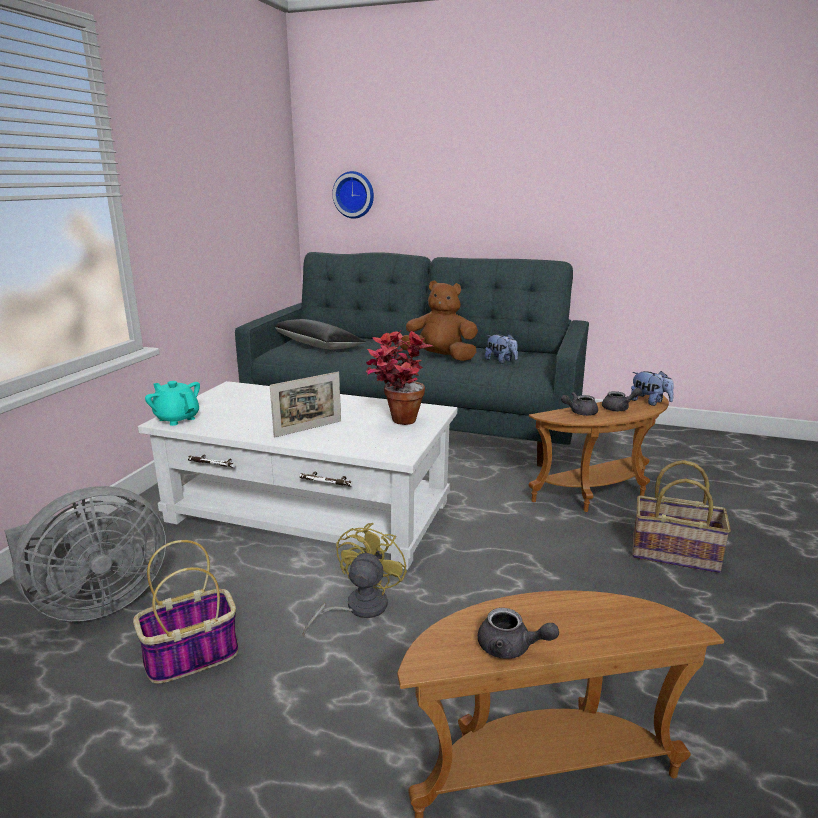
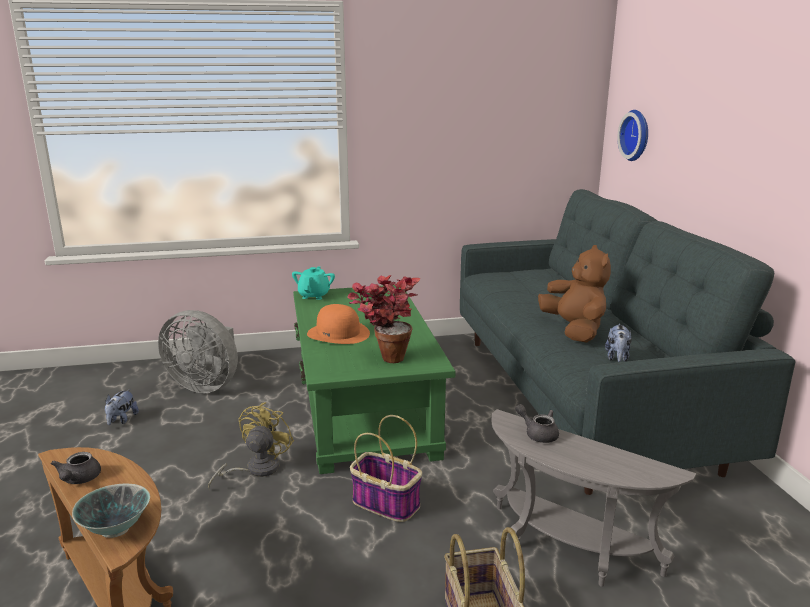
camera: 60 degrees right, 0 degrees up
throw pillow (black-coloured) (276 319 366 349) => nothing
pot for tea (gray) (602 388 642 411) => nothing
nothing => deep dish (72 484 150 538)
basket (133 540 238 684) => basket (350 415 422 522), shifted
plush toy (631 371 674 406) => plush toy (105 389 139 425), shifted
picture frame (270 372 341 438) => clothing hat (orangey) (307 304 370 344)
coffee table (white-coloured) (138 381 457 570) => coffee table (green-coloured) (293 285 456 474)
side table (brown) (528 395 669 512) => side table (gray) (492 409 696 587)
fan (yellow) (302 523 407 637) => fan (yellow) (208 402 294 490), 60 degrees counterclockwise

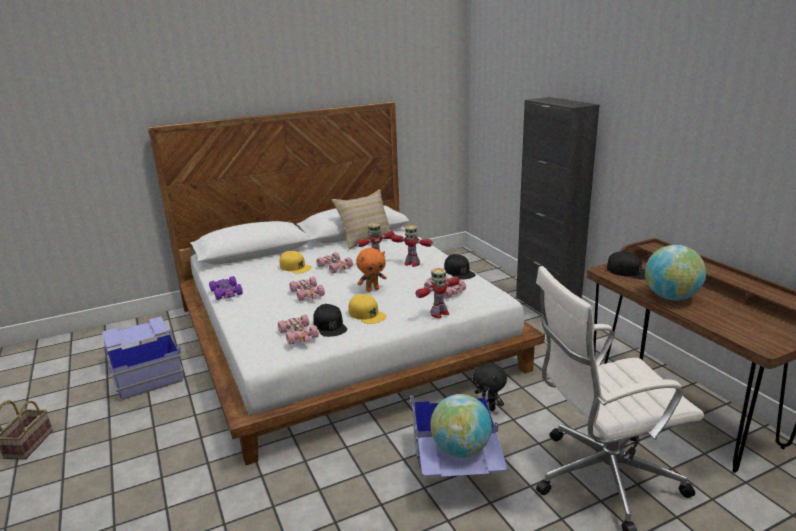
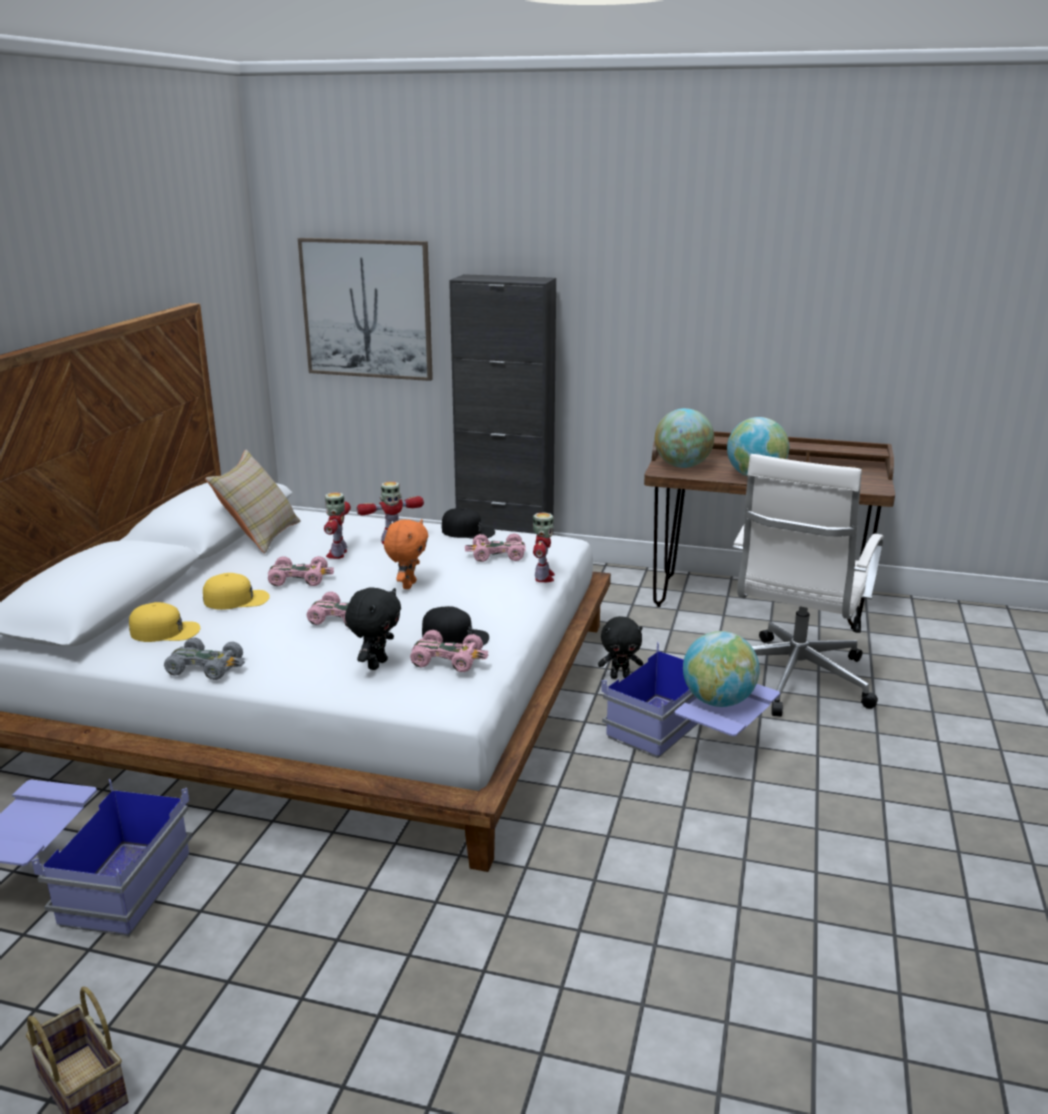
camera: 50 degrees left, 0 degrees up
nothing => picture (298 238 433 381)
nothing => plush toy (black-coloured) (345 587 401 670)
baseball cap (yellow) (349 294 387 324) => baseball cap (yellow) (129 602 200 642), shifted
baseball cap (black-coloured) (607 252 646 280) => world globe (655 408 714 468)
miniature car (purple) (209 276 243 300) => miniature car (gray) (164 637 245 680)

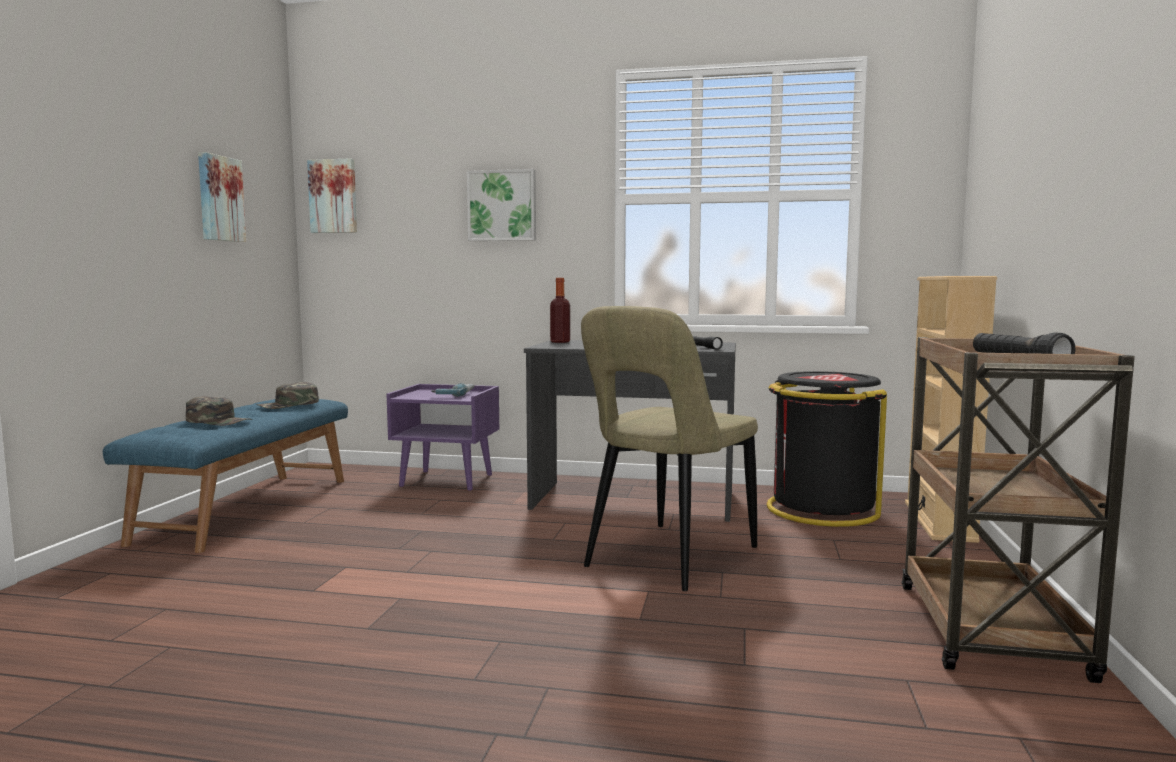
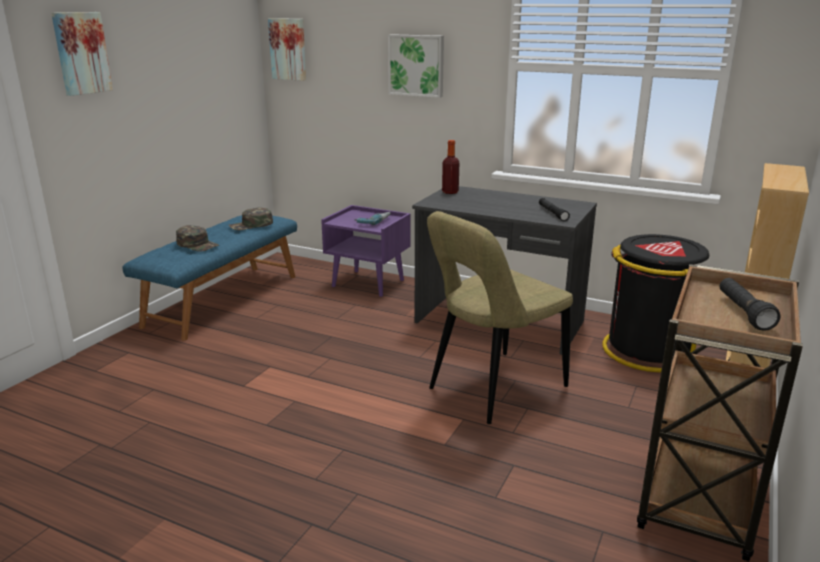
camera: 15 degrees right, 15 degrees up
picture (198 152 246 242) => picture (51 12 113 96), shifted

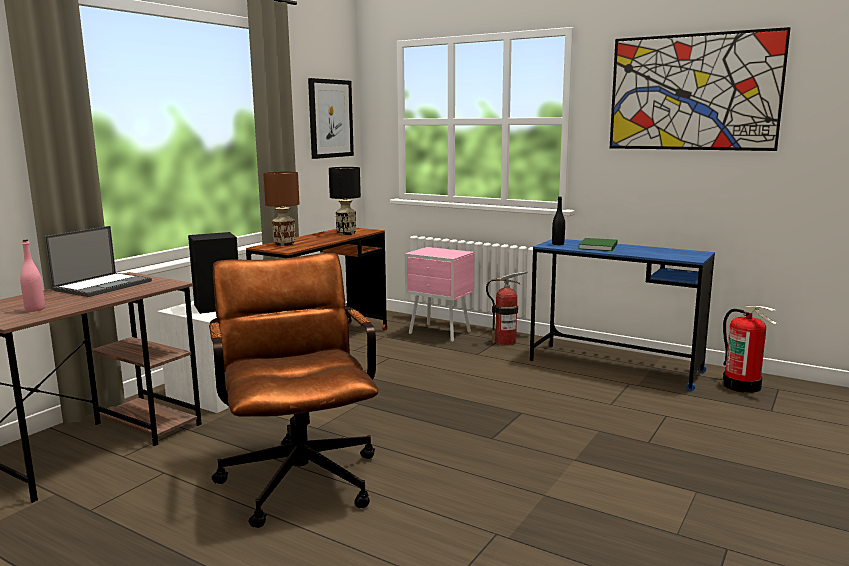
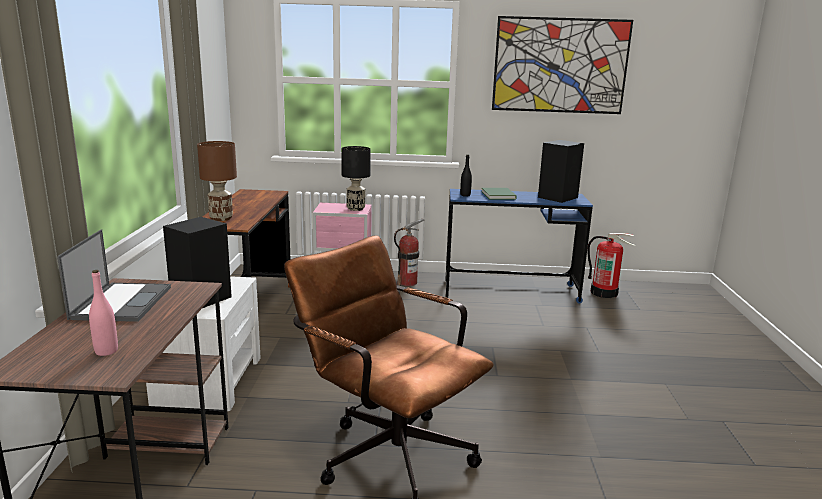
camera: 30 degrees left, 5 degrees up
picture (308 78 354 159) => nothing
nothing => loudspeaker (black-coloured) (538 140 584 203)
table lamp (black-coloured) (329 167 361 235) => table lamp (black-coloured) (341 146 371 211), shifted

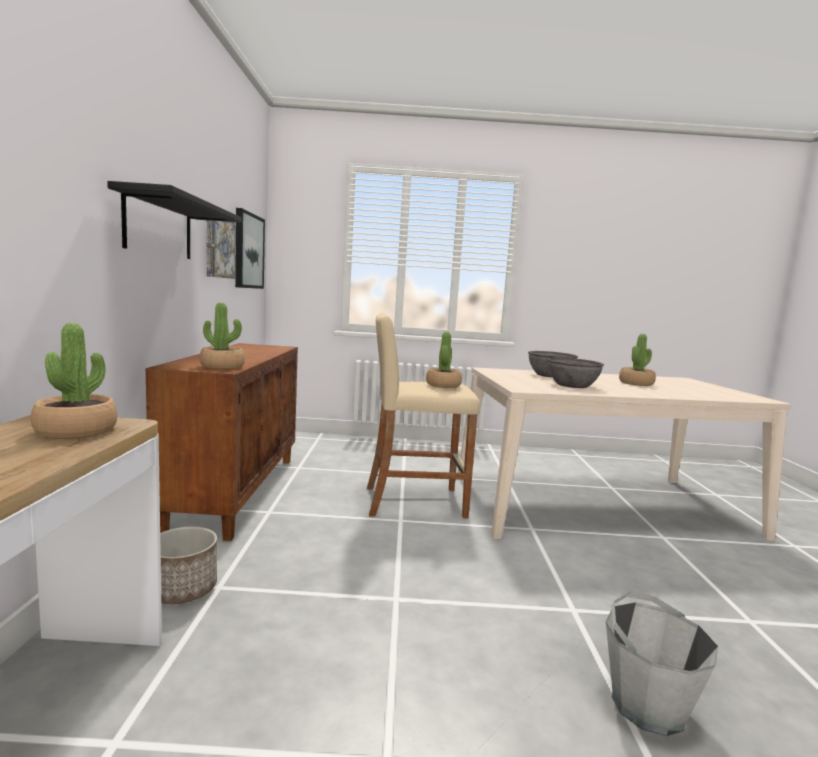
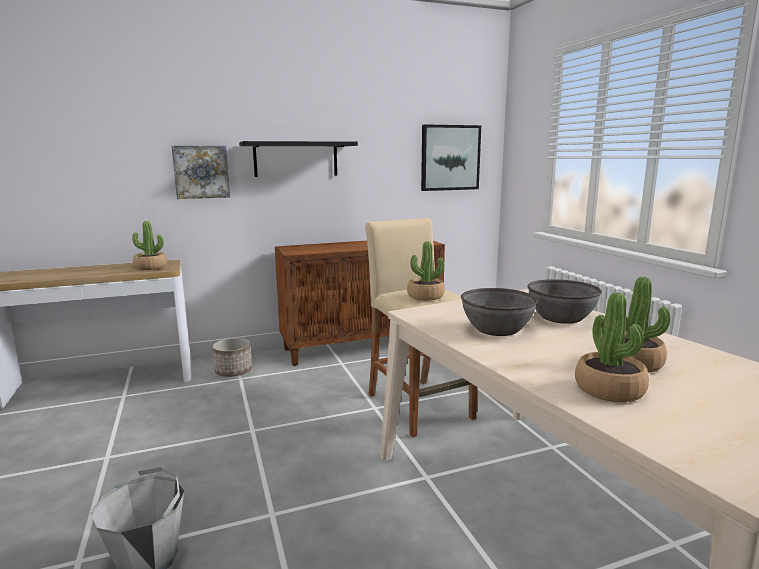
camera: 70 degrees right, 5 degrees up
plant in a pot (200 303 245 369) => plant in a pot (575 293 649 402), shifted
picture (206 220 236 279) => picture (172 146 230 199), shifted

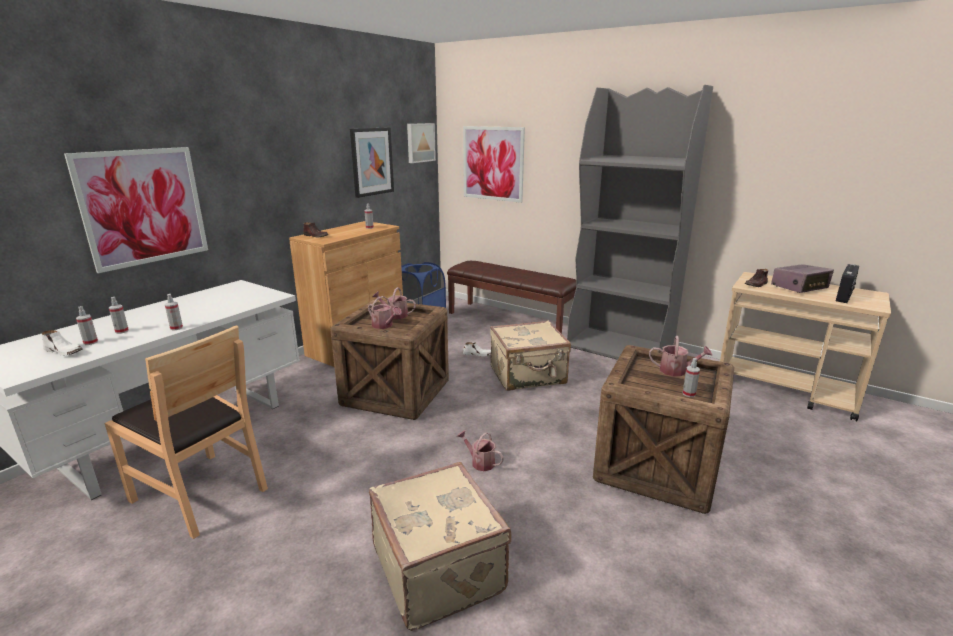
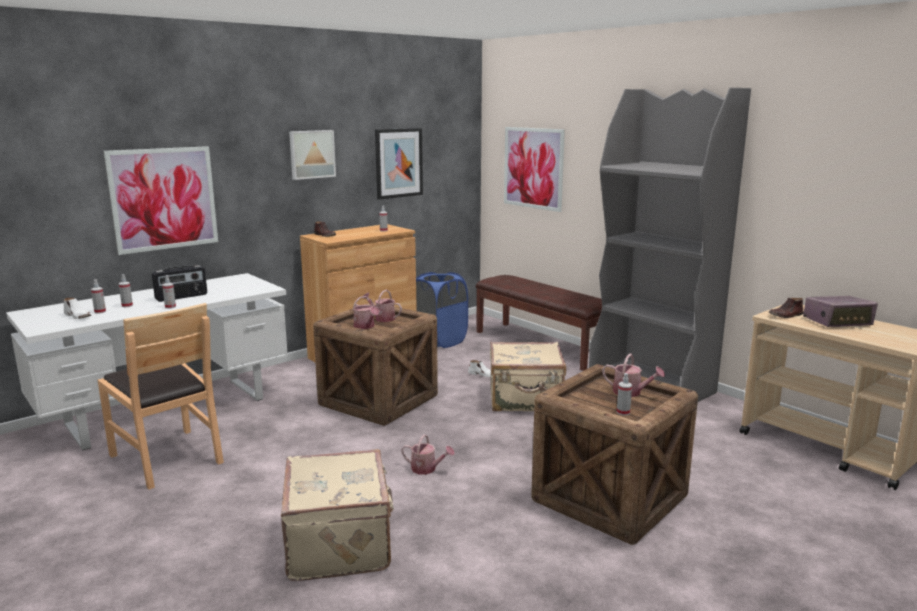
camera: 15 degrees right, 5 degrees down
picture (407 123 436 163) => picture (289 130 336 180), shifted
radio set (836 264 859 303) => radio set (152 265 207 302), shifted
watering pot (457 430 504 471) => watering pot (401 435 454 475), 150 degrees clockwise

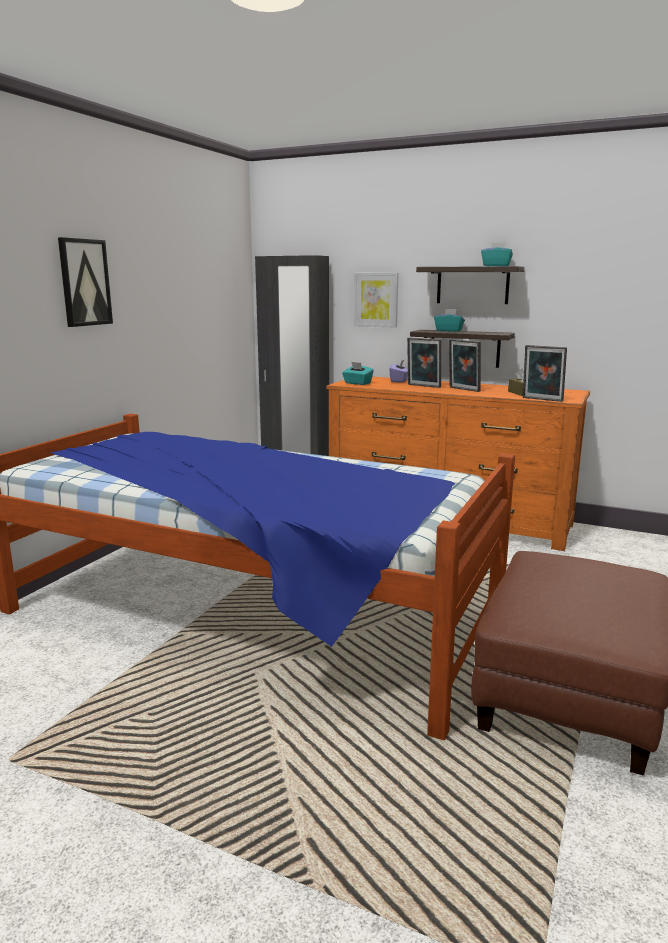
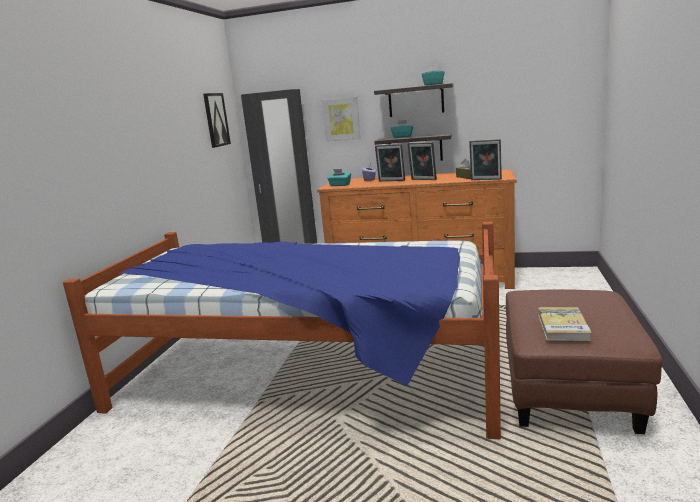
camera: 10 degrees left, 0 degrees up
nothing => bound book (538 307 592 341)
picture (58 237 113 327) => picture (203 93 231 148), shifted

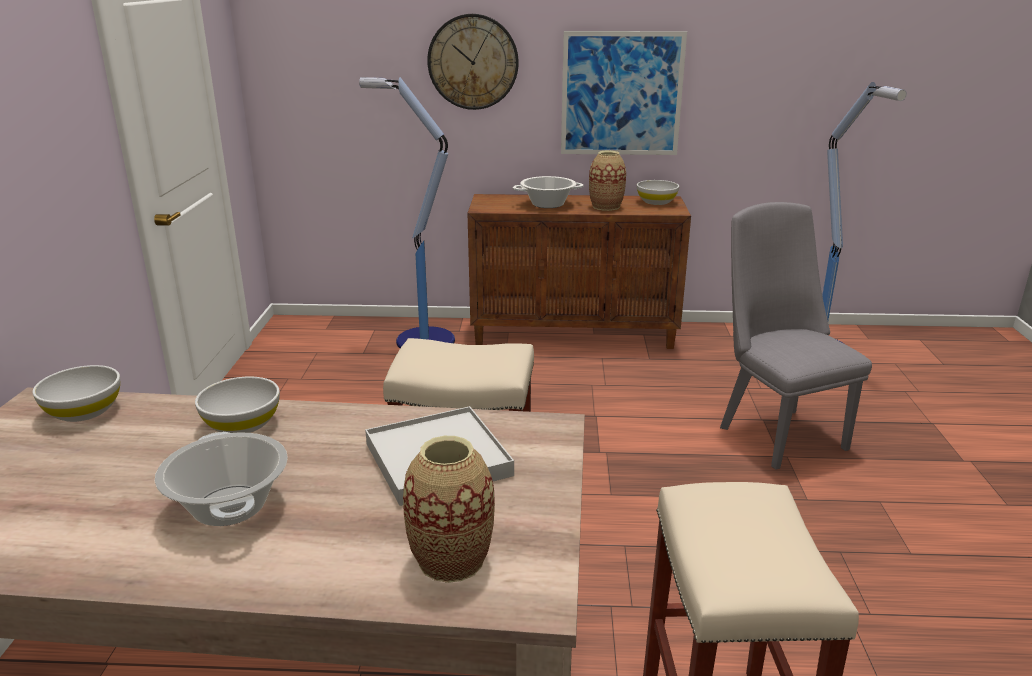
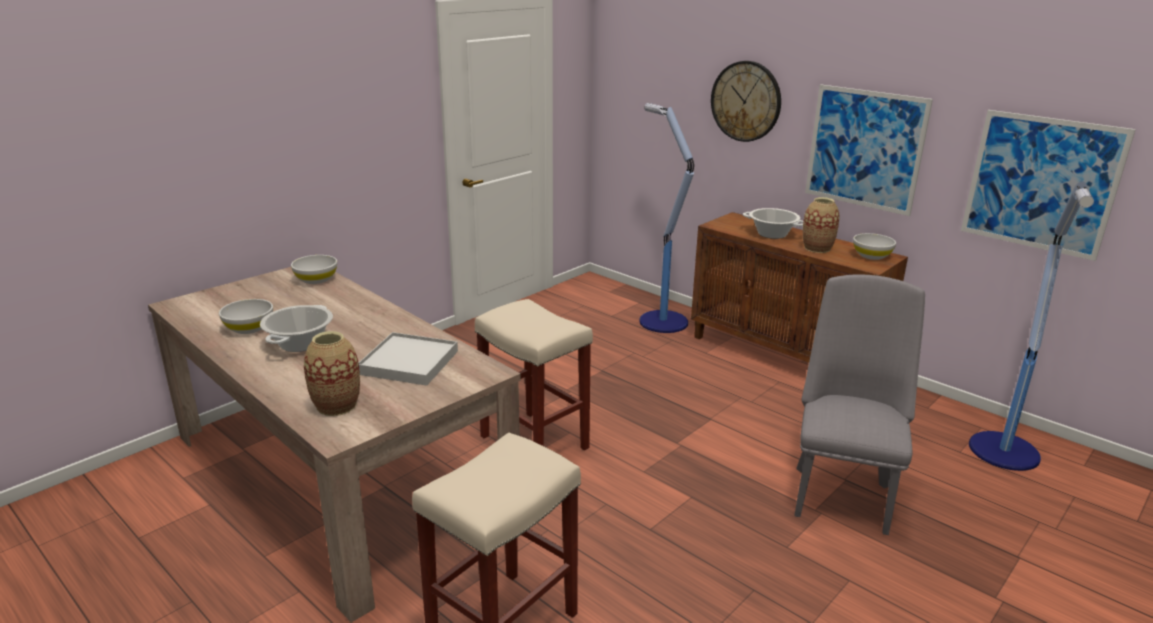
camera: 40 degrees right, 0 degrees up
nothing => picture (961 110 1136 261)
deep dish (white-coloured) (195 377 280 433) => deep dish (white-coloured) (219 299 273 334), shifted

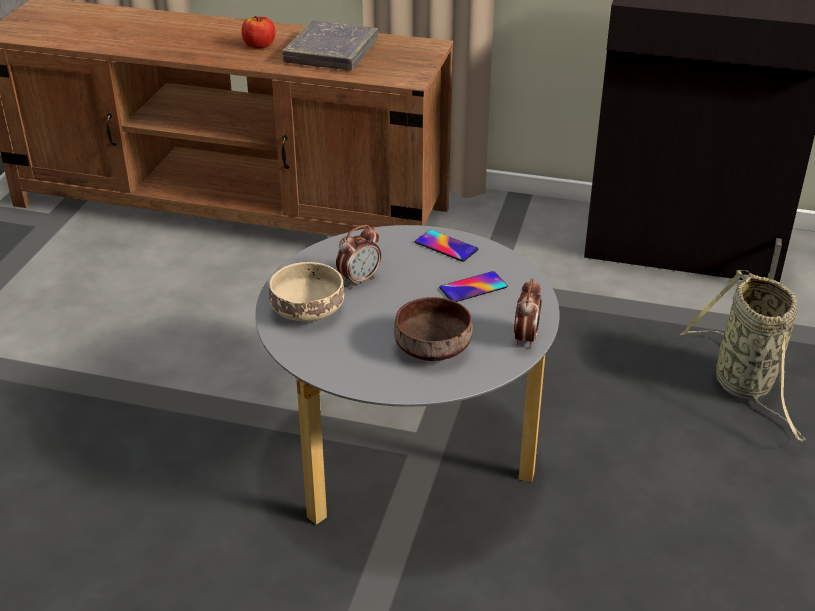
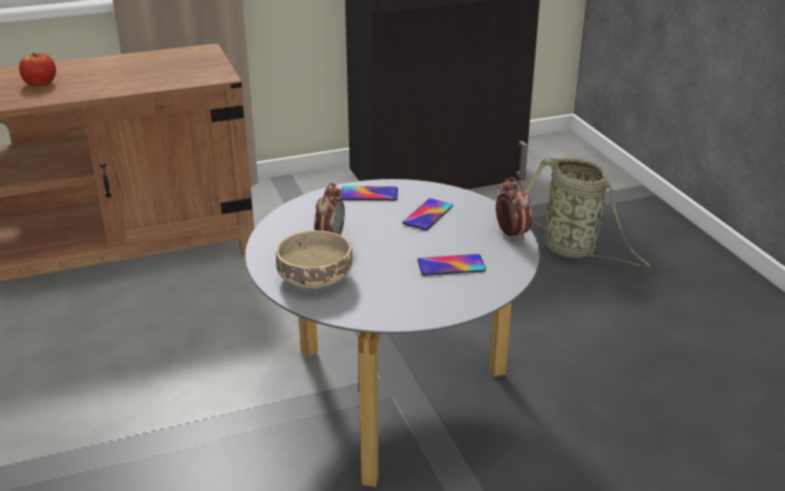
camera: 35 degrees left, 5 degrees down
bound book (gray) (282 21 378 70) => nothing
deep dish (brown) (394 297 473 361) => handset (417 254 486 276)

